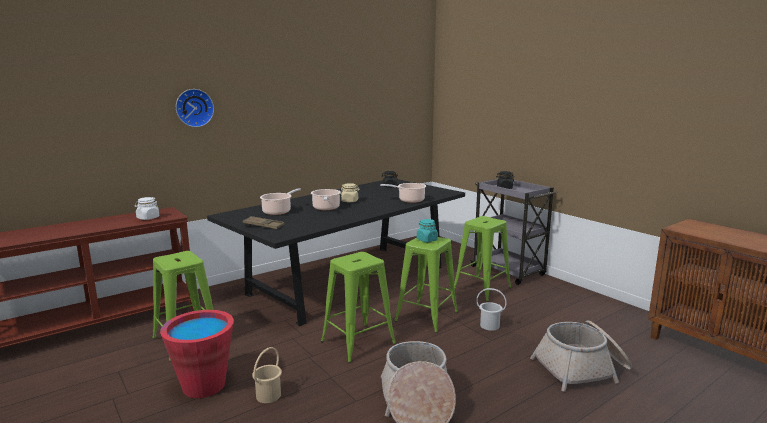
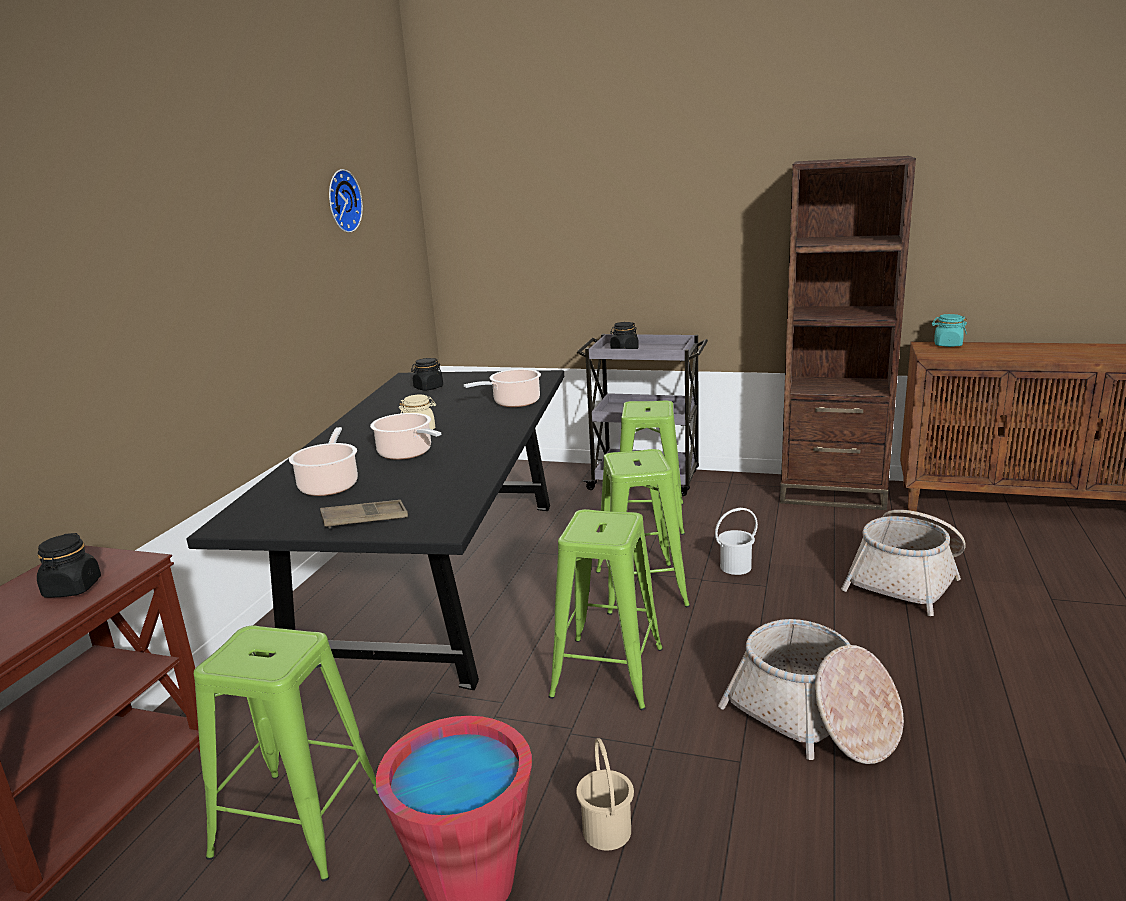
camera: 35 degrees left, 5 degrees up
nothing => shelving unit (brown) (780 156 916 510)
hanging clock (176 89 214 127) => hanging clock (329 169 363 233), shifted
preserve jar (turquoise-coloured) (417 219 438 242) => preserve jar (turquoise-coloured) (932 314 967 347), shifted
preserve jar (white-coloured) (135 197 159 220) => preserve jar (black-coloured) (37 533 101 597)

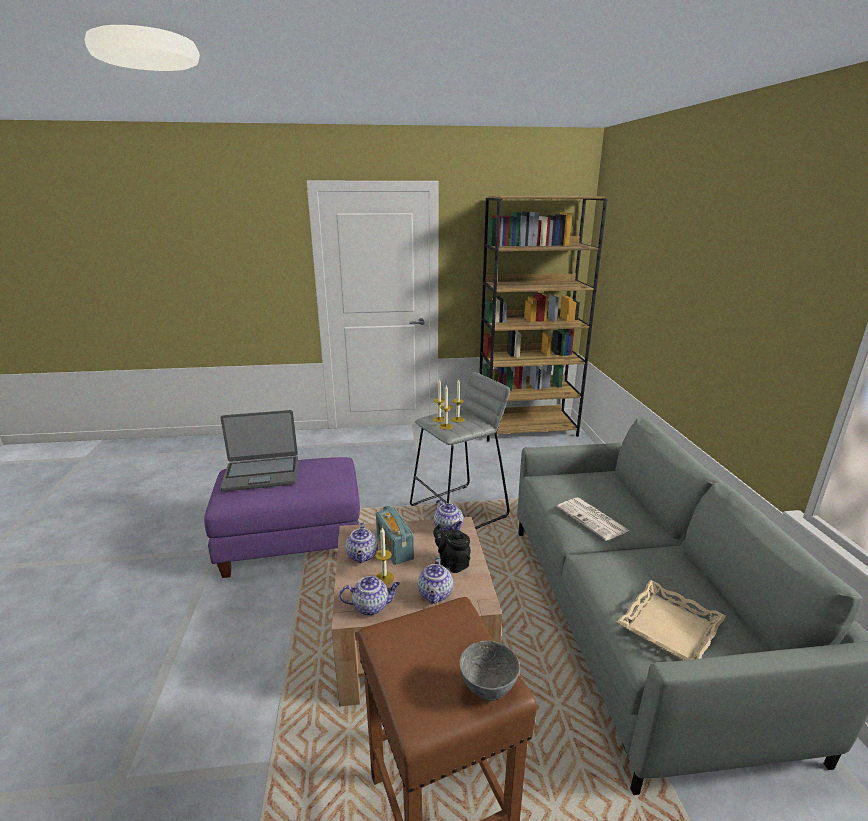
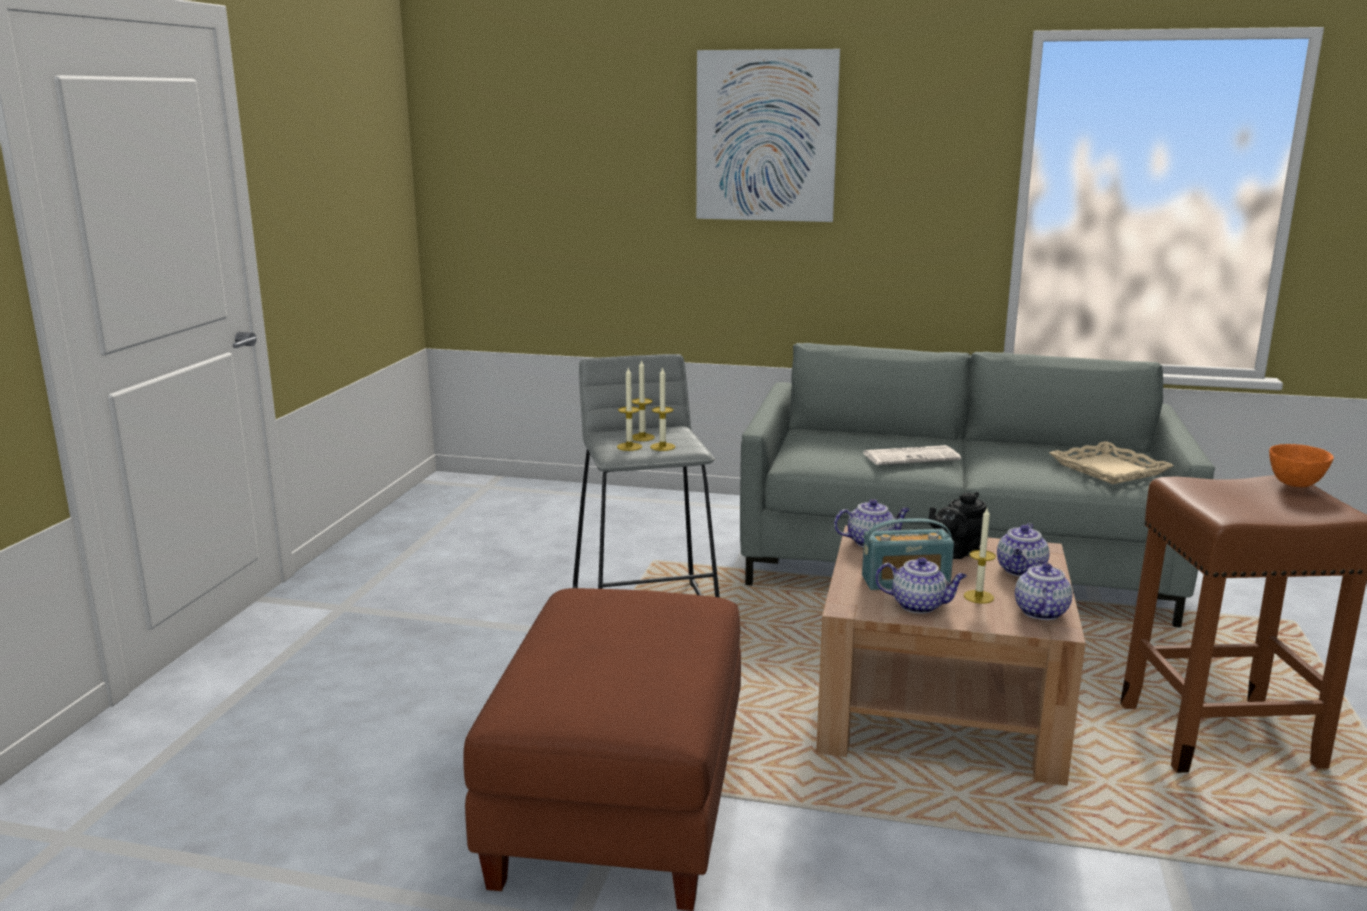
camera: 70 degrees left, 5 degrees down
laptop (220 410 298 492) => nothing
shelving unit (brown) (479 196 607 442) => nothing
nothing => picture (696 49 840 222)
ottoman (purple) (204 457 360 578) => ottoman (brown) (463 588 741 911)
deep dish (gray) (459 641 520 701) => deep dish (orangey) (1269 444 1334 487)
pot for tea (418 557 453 604) => pot for tea (997 523 1049 577), 90 degrees clockwise

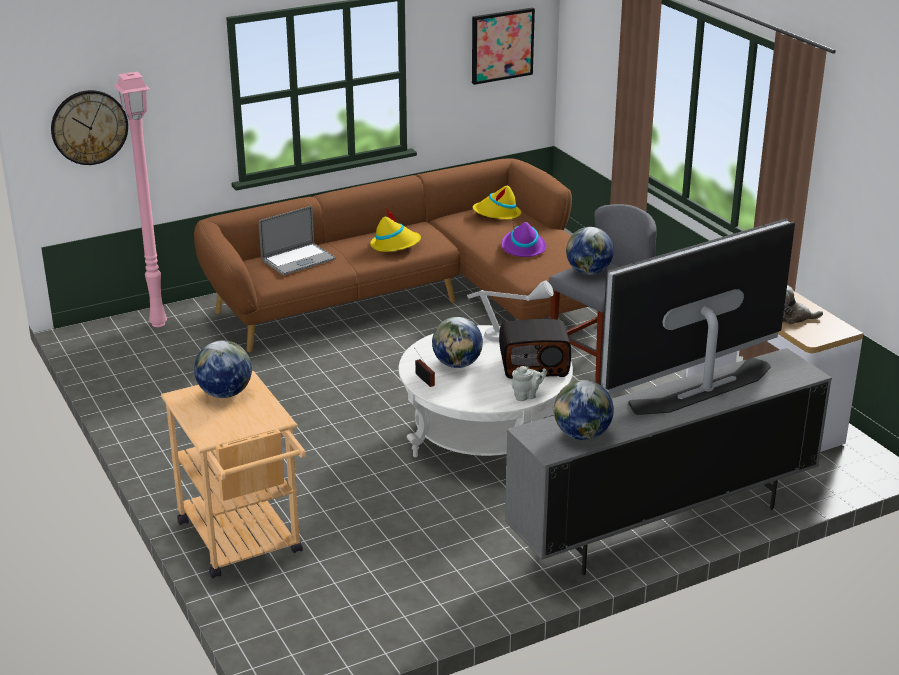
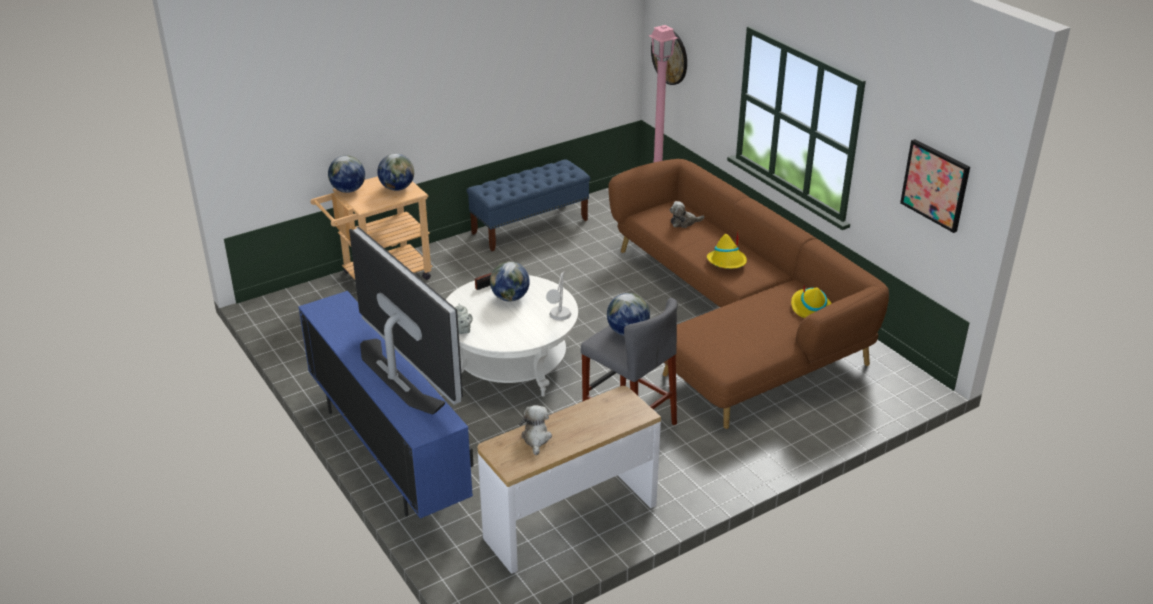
camera: 85 degrees right, 5 degrees up
radio set (499 319 571 379) => nothing
clothing hat (purple) (502 219 547 257) => nothing
nothing => indoor bench (blue-coloured) (467 159 590 251)
world globe (554 380 614 440) => world globe (328 156 365 193), shifted
laptop (259 206 336 275) => plush toy (670 201 704 228)
media console (gray) (505 348 832 576) => media console (blue-coloured) (298 291 474 519)

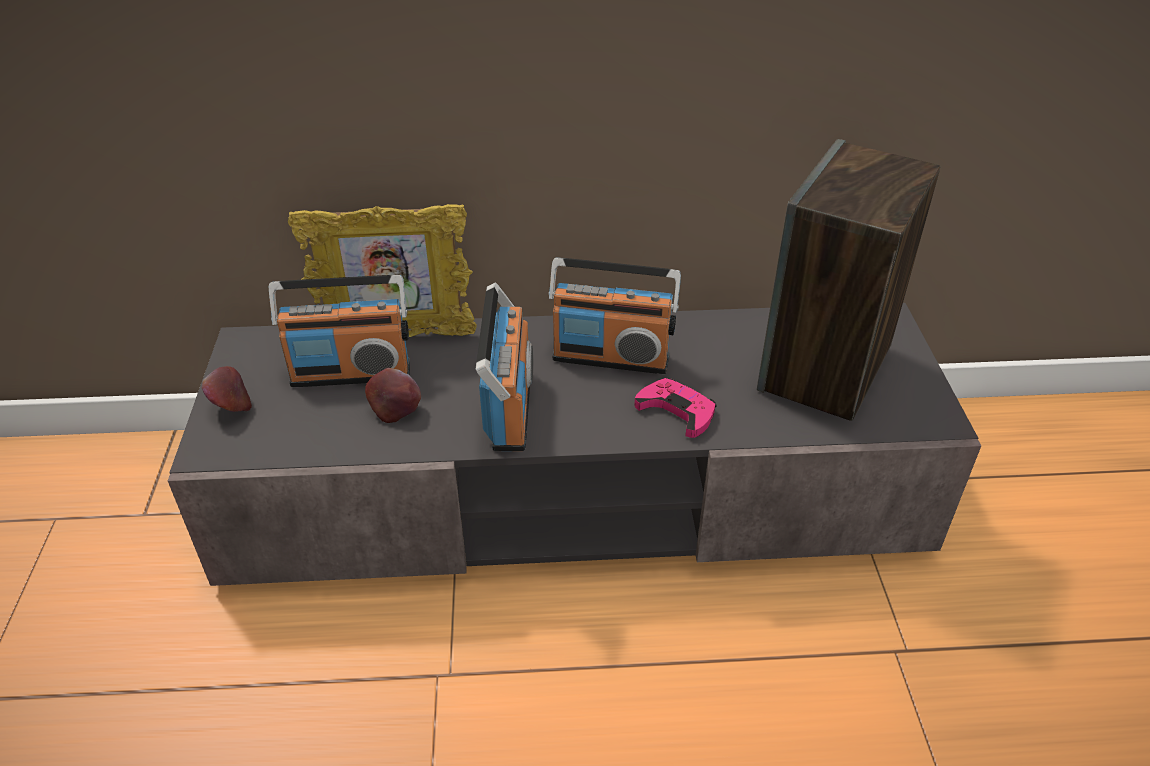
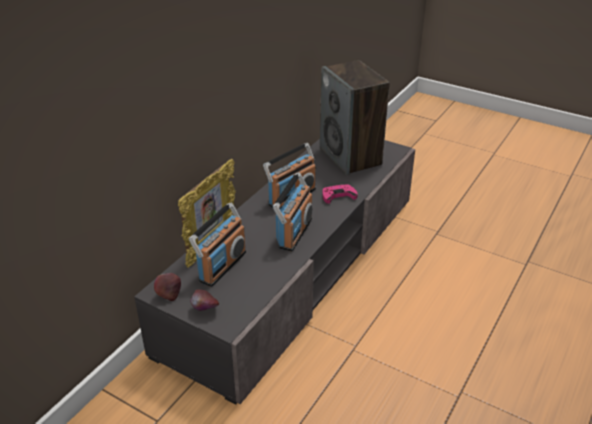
camera: 55 degrees left, 5 degrees down
apple fruit (365 368 421 423) => apple fruit (154 273 181 301), shifted
radio set (476 283 533 451) => radio set (273 172 312 252), 75 degrees clockwise

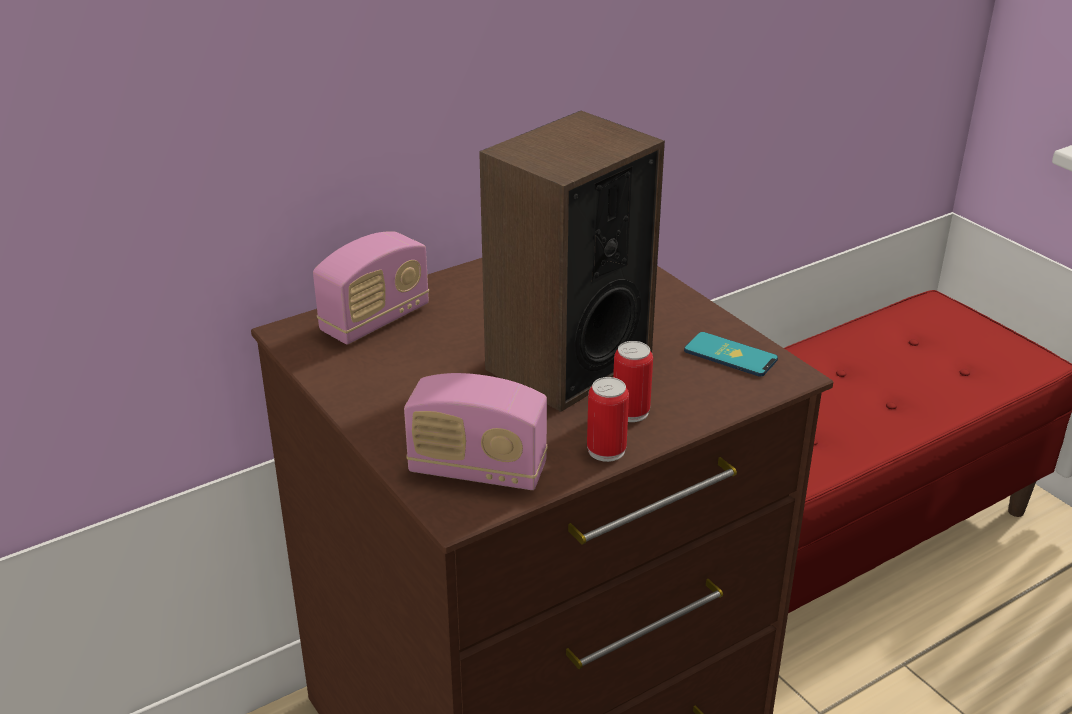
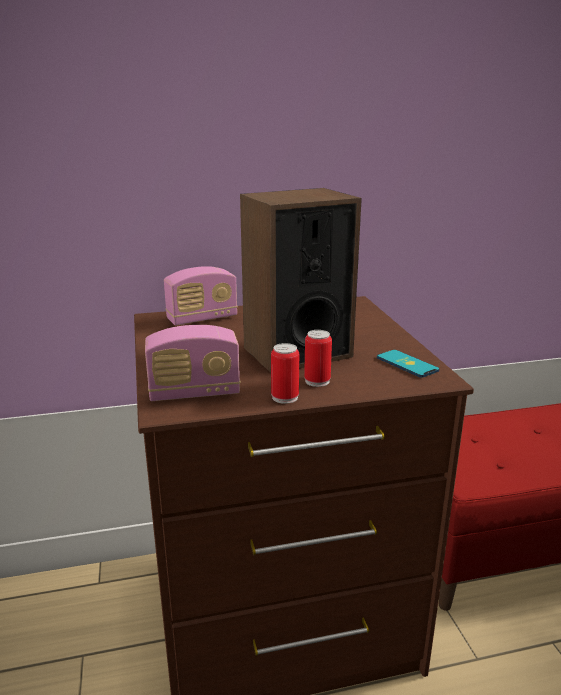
camera: 20 degrees right, 10 degrees down
radio set (404 373 547 490) => radio set (145 325 240 401), 45 degrees counterclockwise

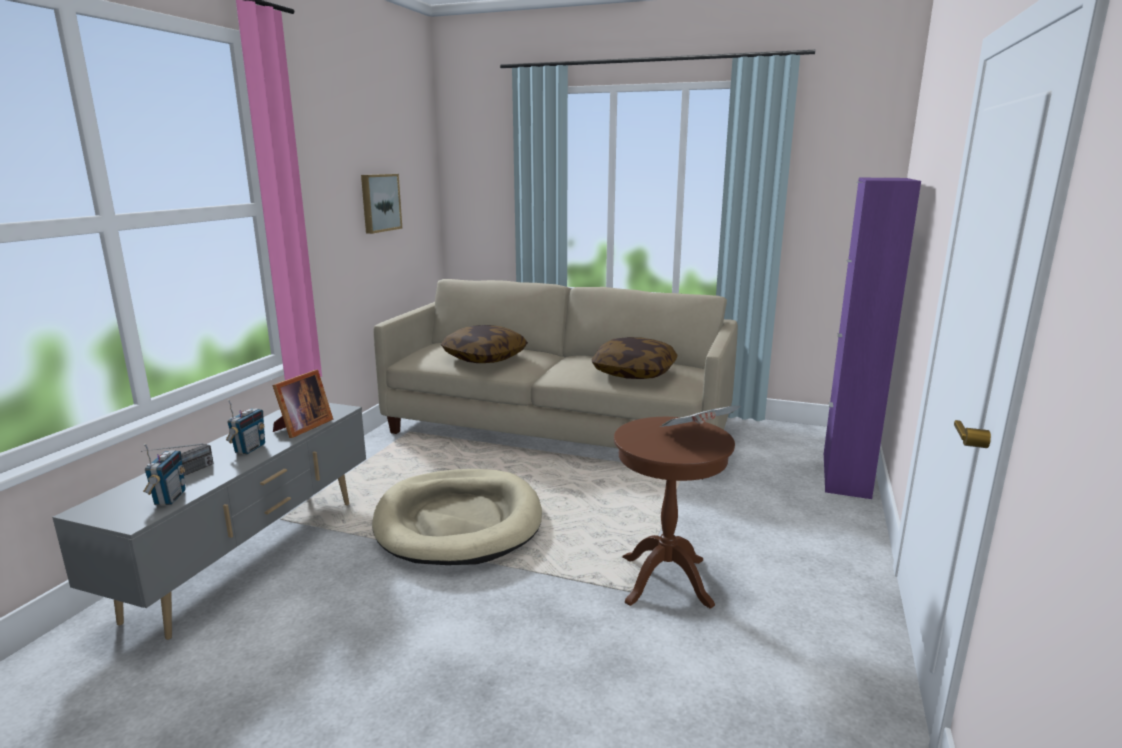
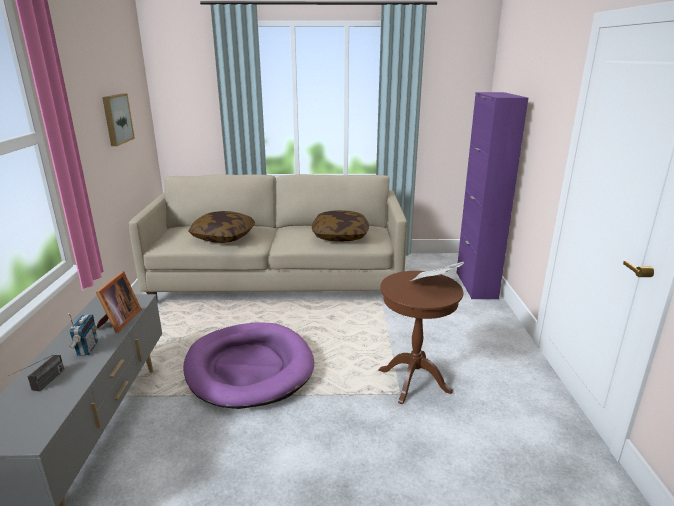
camera: 20 degrees left, 5 degrees up
radio set (143 443 185 506) => nothing
dog cushion (beige) (372 469 542 565) => dog cushion (purple) (184 322 314 409)

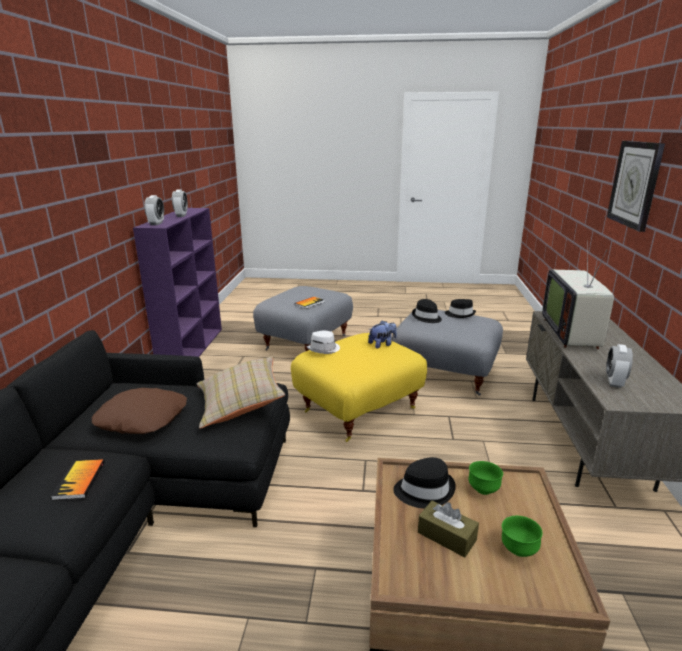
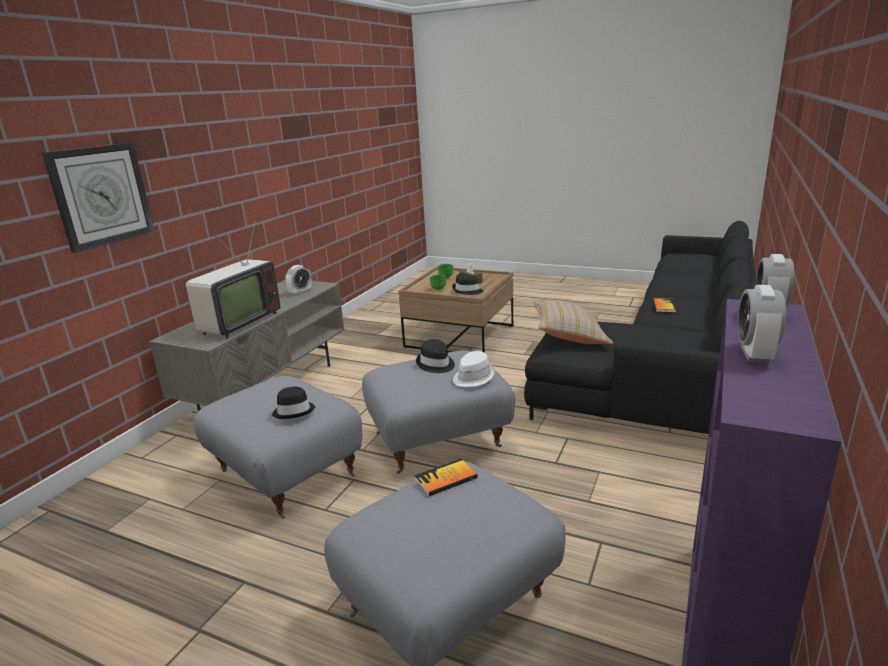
camera: 160 degrees left, 0 degrees up
throw pillow (brown) (92 388 187 434) => nothing
plush toy (368 320 397 349) => nothing
clothing hat (black-coloured) (445 299 476 318) => clothing hat (black-coloured) (416 339 455 373), shifted
ottoman (yellow) (291 333 427 442) => ottoman (gray) (362 351 515 474)

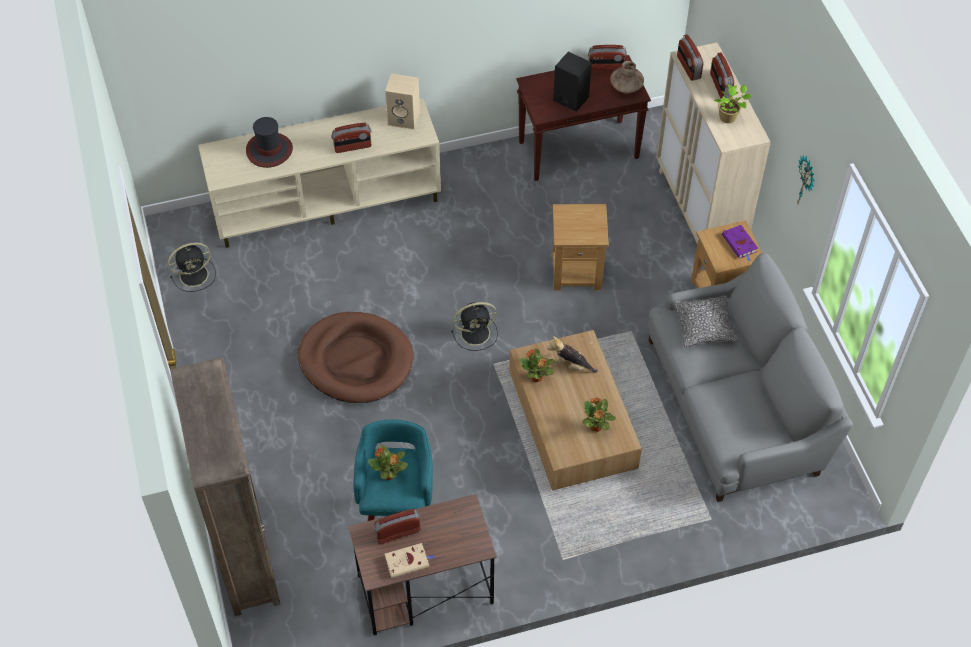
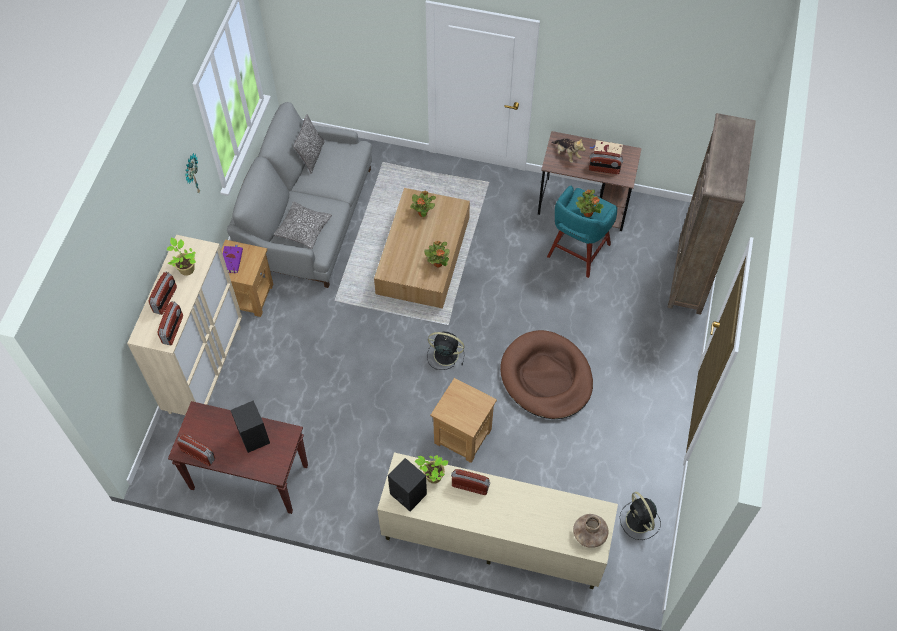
camera: 150 degrees left, 5 degrees up
clothing hat (246 117 293 168) => nothing
nothing => throw pillow (293 114 325 174)
nothing => plant in a pot (415 455 448 484)
plush toy (547 336 598 372) => plush toy (551 139 586 163), shifted
side table (brown) (553 204 609 290) => side table (brown) (430 378 497 463), shifted
vase (brown) (610 61 644 93) => vase (brown) (573 514 609 548), shifted
loudspeaker (beige) (385 74 420 130) => loudspeaker (black-coloured) (388 458 427 511)
fan (black-coloured) (168 243 216 292) => fan (black-coloured) (620 492 661 540), 120 degrees counterclockwise

